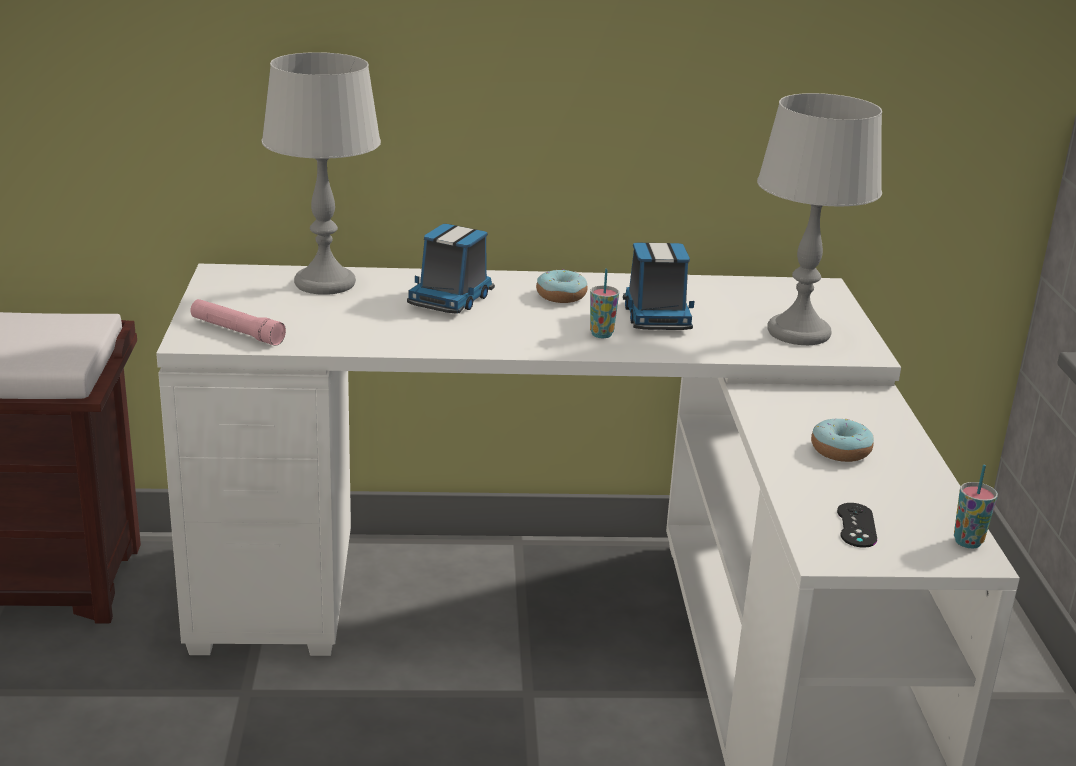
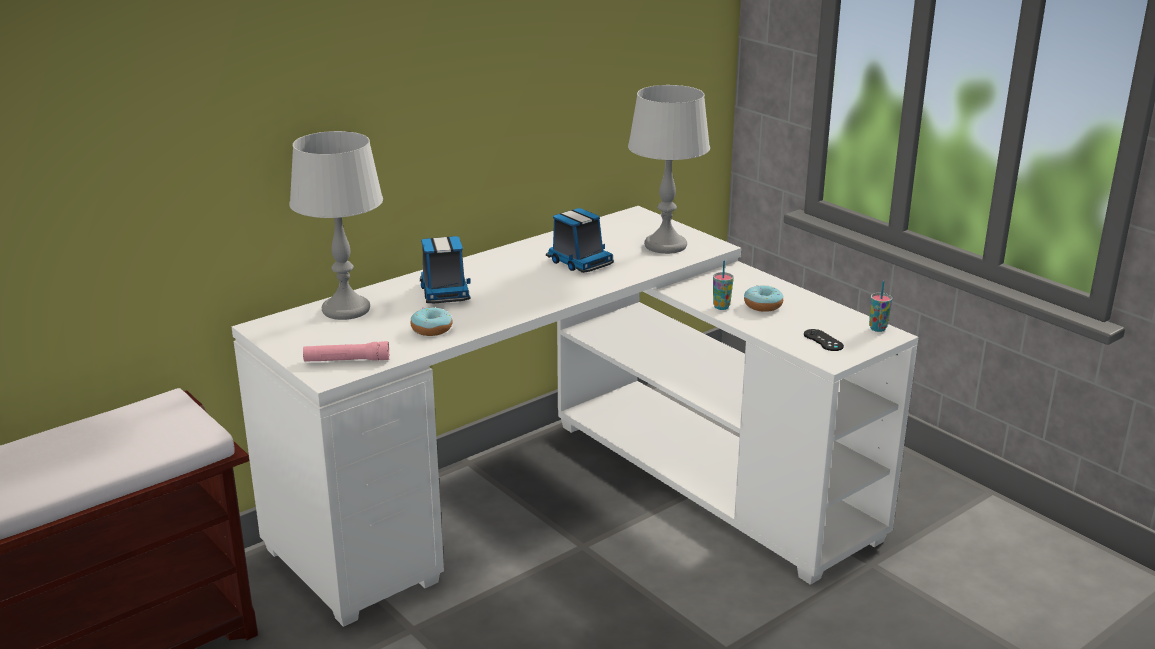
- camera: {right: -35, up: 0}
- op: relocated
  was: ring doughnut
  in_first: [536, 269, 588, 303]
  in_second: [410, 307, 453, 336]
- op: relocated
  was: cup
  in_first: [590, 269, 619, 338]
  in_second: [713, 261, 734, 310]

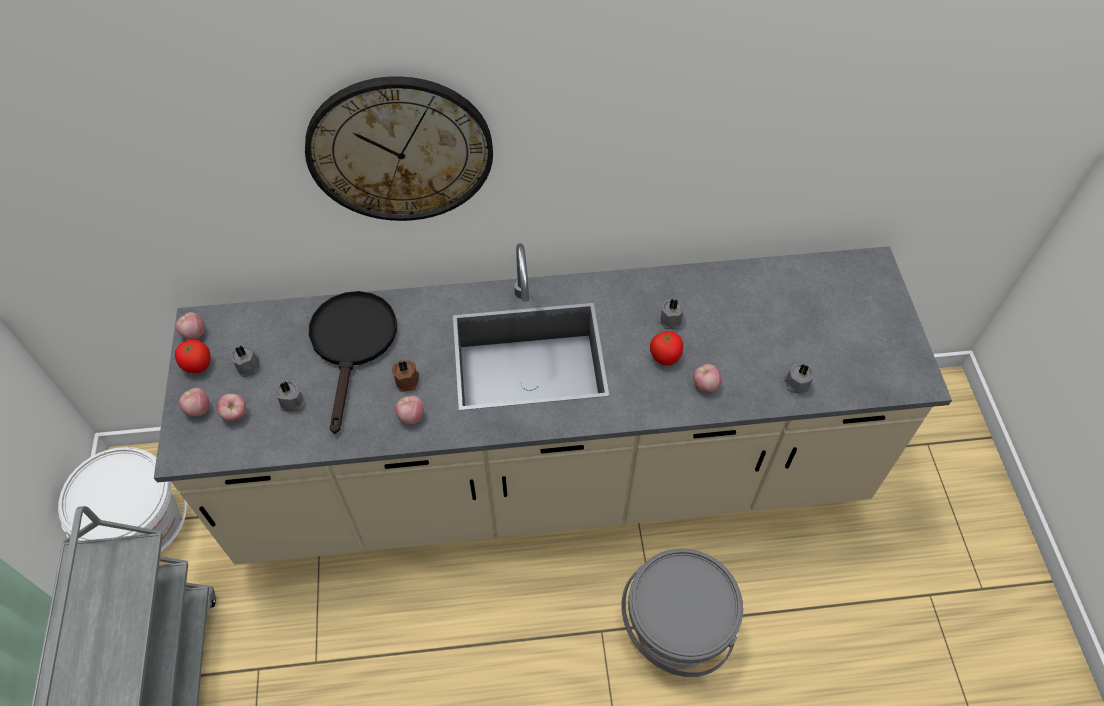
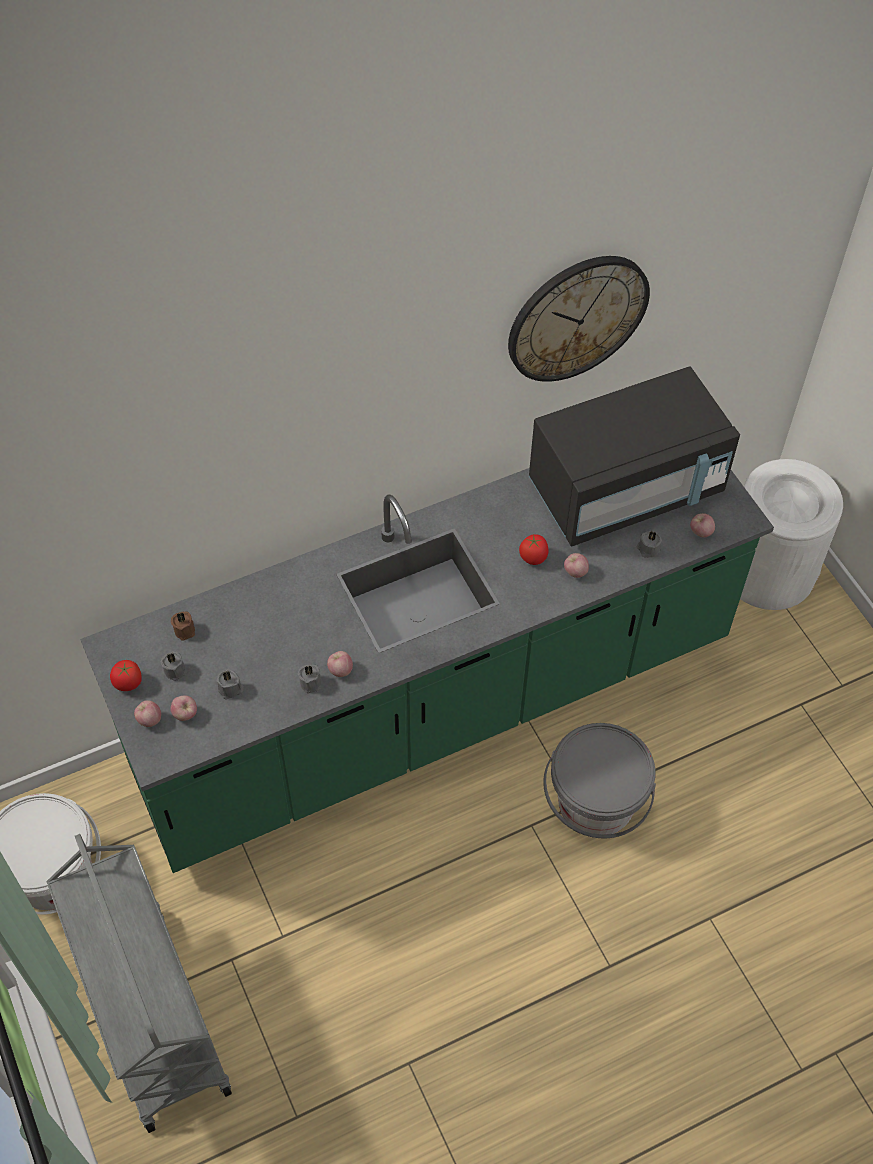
- camera: {right: -20, up: 0}
- op: missing
  was: frying pan in blackish
  in_first: [309, 291, 397, 434]
- op: appeared
  now: kitchen microwave in blackish
  in_second: [529, 367, 740, 546]
- op: appeared
  now: trash can in white-coloured
  in_second: [740, 459, 843, 610]
- op: relocated
  was: apple
  in_first: [176, 312, 205, 340]
  in_second: [690, 513, 715, 537]
- op: relocated
  was: wall clock
  in_first: [305, 76, 493, 221]
  in_second: [508, 256, 650, 382]
- op: relocated
  was: wax light in brownish
  in_first: [392, 360, 419, 392]
  in_second: [171, 611, 195, 641]
- op: relocated
  was: wax light in grey
  in_first: [660, 298, 684, 330]
  in_second: [298, 664, 321, 694]
- op: colour
  was: counter in sand-coloured
  now: counter in greenish
  in_first: [154, 243, 952, 565]
  in_second: [80, 468, 774, 873]

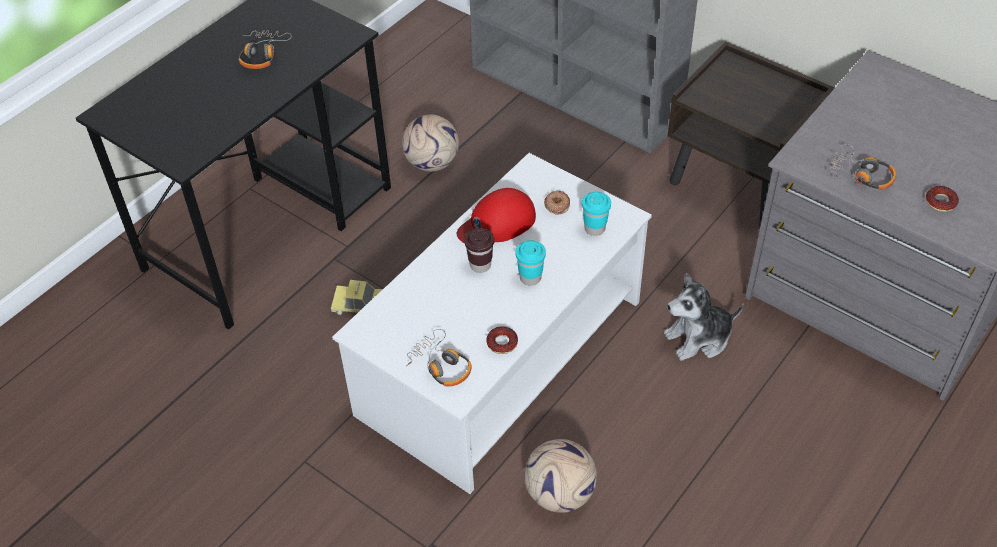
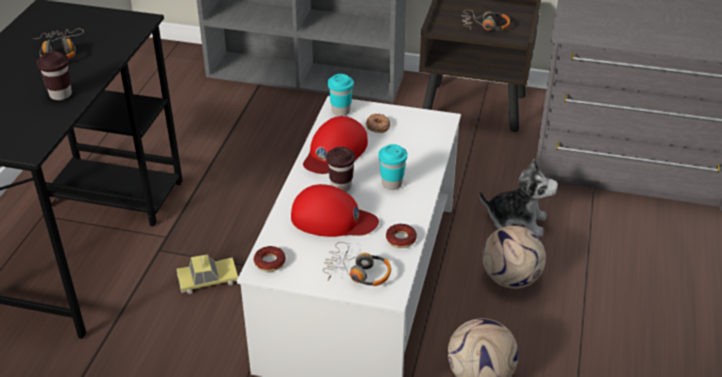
- camera: {right: -25, up: -10}
- op: appeared
  now: cup in brownish
  in_second: [37, 51, 72, 100]
- op: appeared
  now: peaked cap in red-coloured
  in_second: [291, 184, 379, 237]
- op: relocated
  was: football ball
  in_first: [402, 114, 459, 172]
  in_second: [482, 226, 546, 289]
- op: relocated
  was: cup in turquoise
  in_first: [582, 192, 611, 236]
  in_second: [328, 74, 354, 116]
- op: relocated
  was: headset
  in_first: [829, 144, 896, 190]
  in_second: [462, 10, 510, 31]
- op: relocated
  was: ring doughnut
  in_first: [926, 186, 959, 212]
  in_second: [254, 246, 286, 272]
- op: spun
  was: plush toy
  in_first: [664, 273, 744, 361]
  in_second: [479, 158, 558, 237]
  clockwise: -120

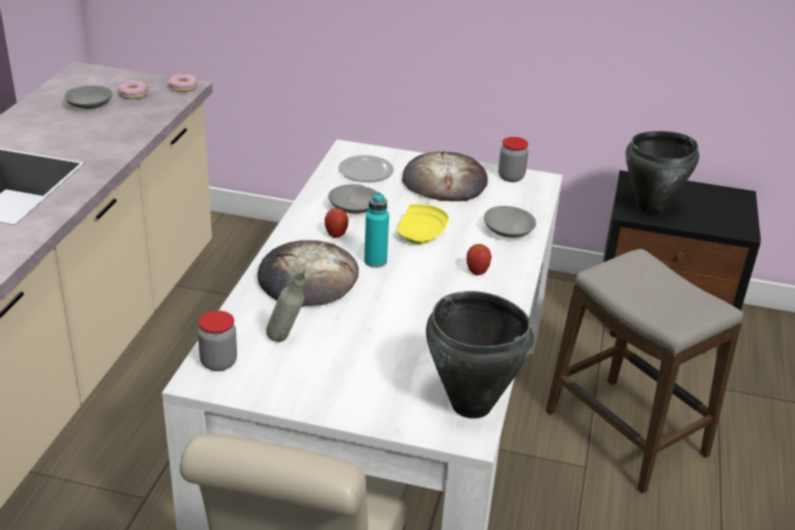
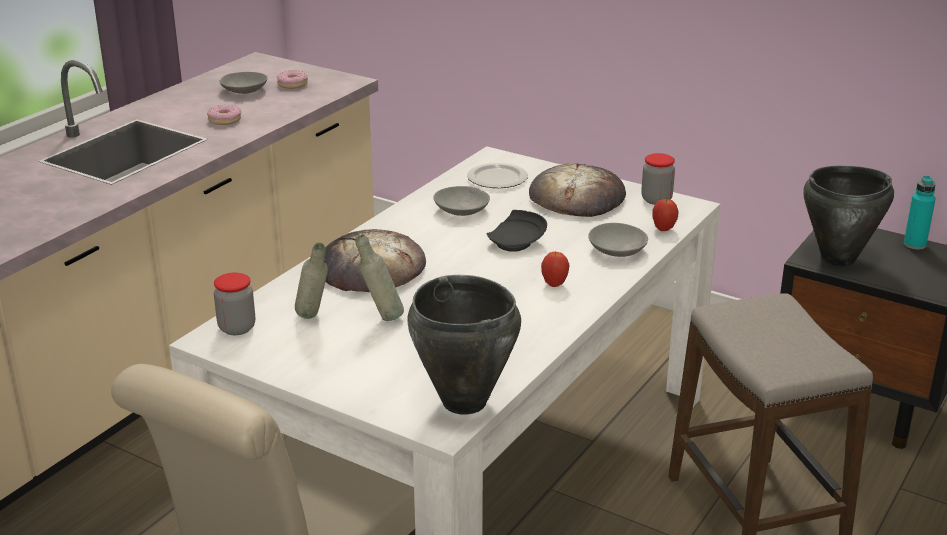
- camera: {right: 20, up: -5}
- op: appeared
  now: drink bottle in grey
  in_second: [355, 234, 404, 321]
- op: relocated
  was: ring doughnut
  in_first: [168, 74, 198, 92]
  in_second: [207, 105, 241, 125]
- op: relocated
  was: apple
  in_first: [325, 208, 349, 238]
  in_second: [652, 198, 679, 231]
- op: relocated
  was: drink bottle in turquoise
  in_first: [364, 192, 389, 268]
  in_second: [904, 176, 936, 249]
- op: colour
  was: dinner plate in yellowish
  now: dinner plate in blackish
  in_first: [396, 204, 449, 244]
  in_second: [486, 210, 547, 252]

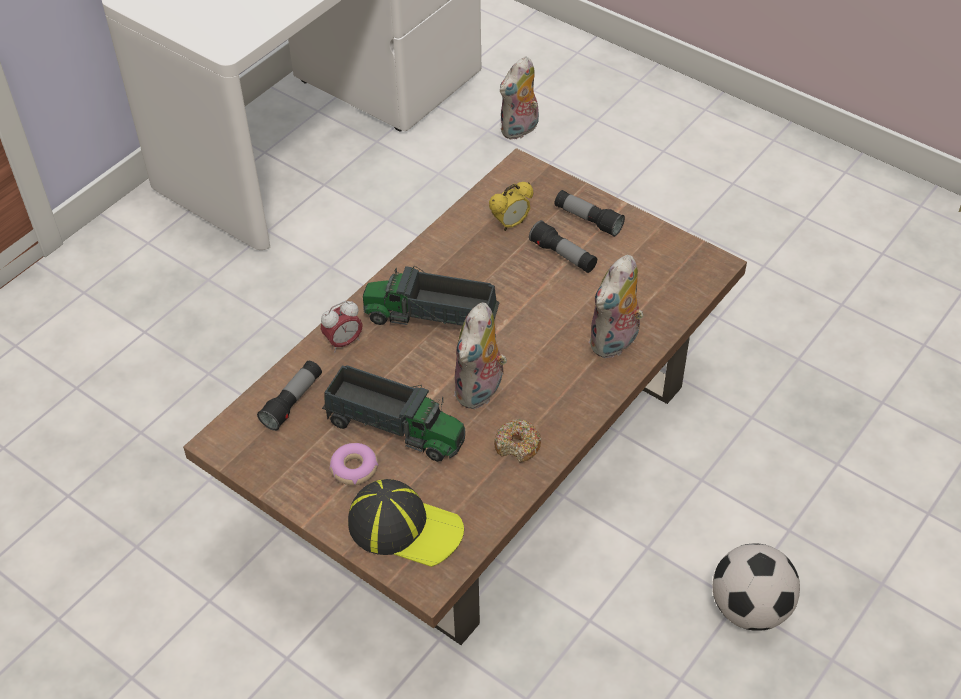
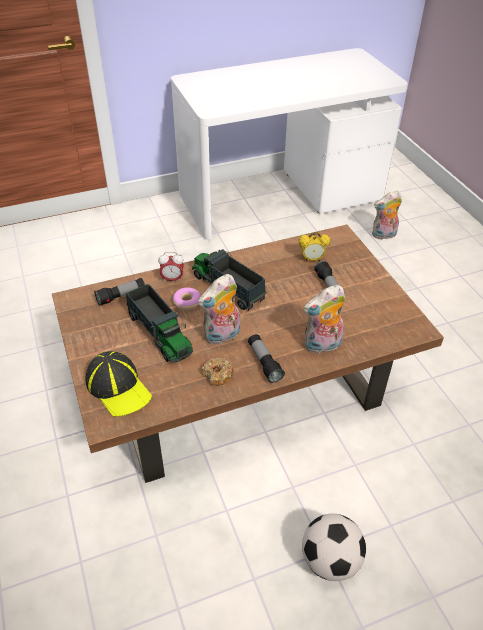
- camera: {right: 30, up: -5}
- op: relocated
  was: ring doughnut
  in_first: [329, 443, 378, 485]
  in_second: [173, 287, 201, 310]
- op: relocated
  was: hand torch
  in_first: [555, 190, 625, 237]
  in_second: [248, 334, 285, 383]

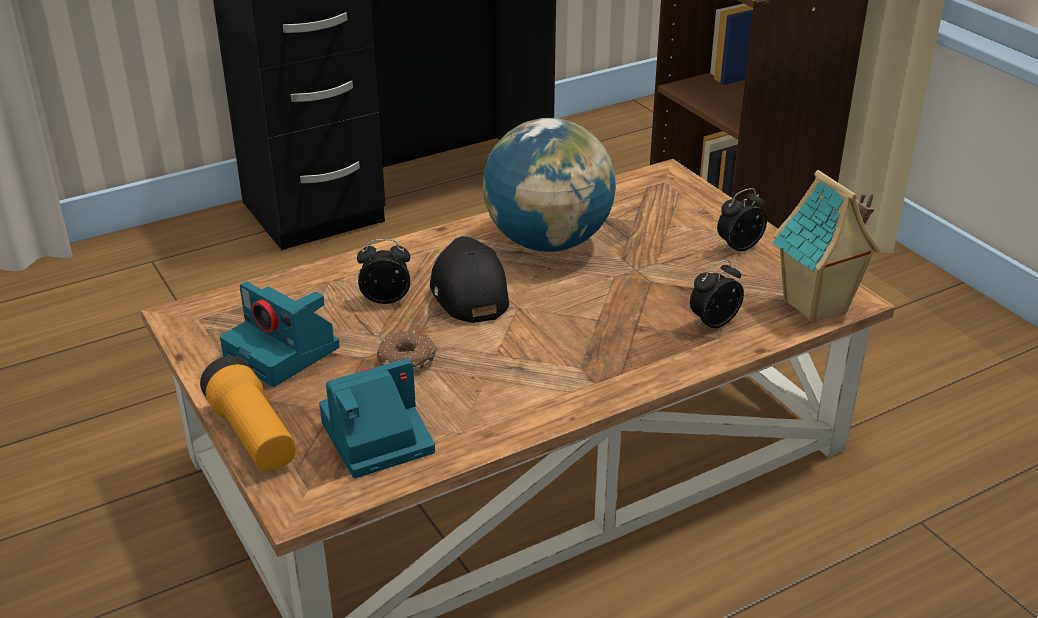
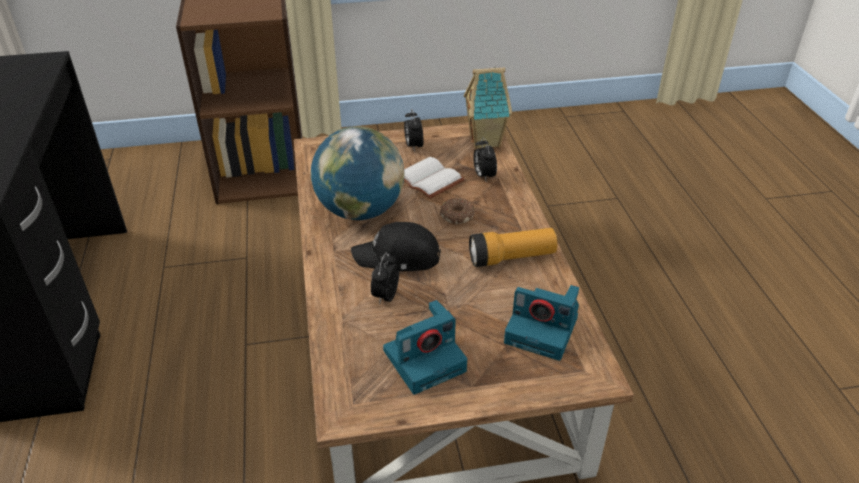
- camera: {right: -70, up: 5}
- op: appeared
  now: volume in white-coloured
  in_second: [404, 157, 465, 199]
- op: relocated
  was: hand torch
  in_first: [200, 356, 296, 471]
  in_second: [469, 228, 558, 267]
- op: relocated
  was: ring doughnut
  in_first: [377, 330, 437, 372]
  in_second: [440, 198, 475, 224]
- op: spun
  was: still camera
  in_first: [319, 359, 435, 478]
  in_second: [504, 285, 579, 361]
  clockwise: -60

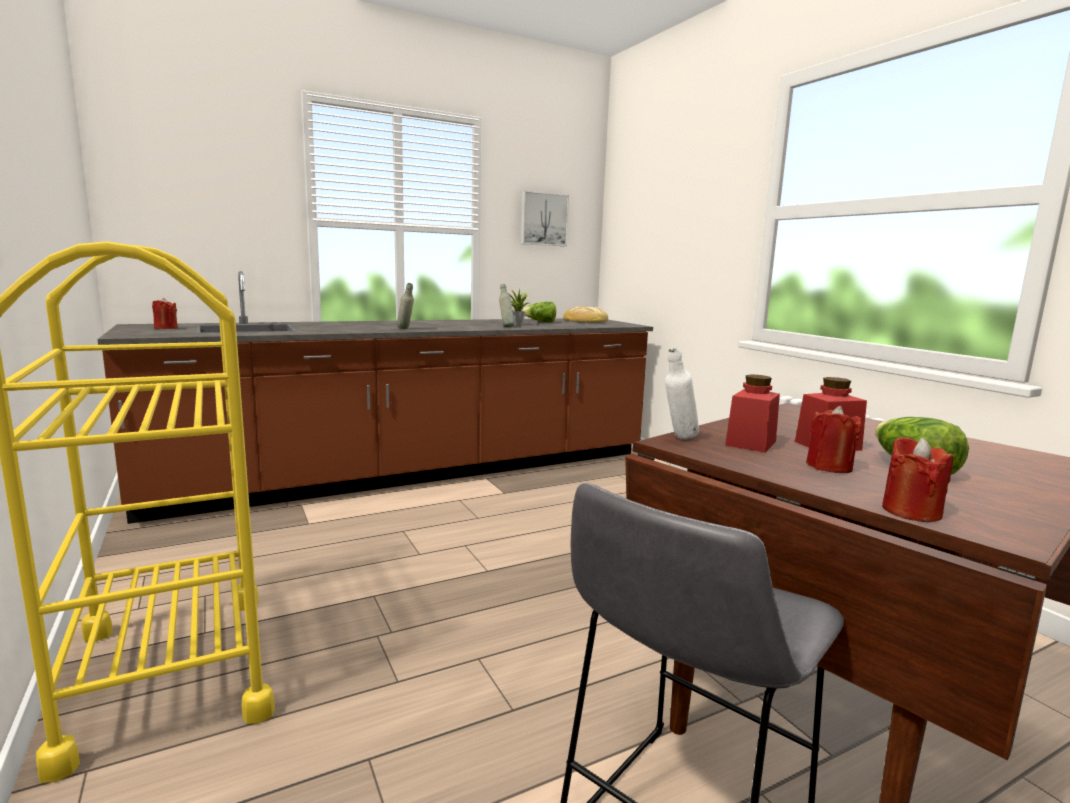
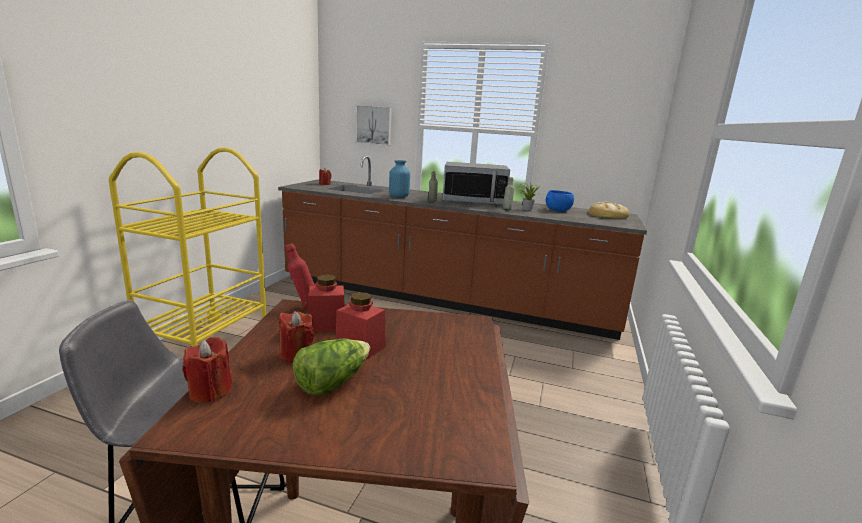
- camera: {right: 45, up: 5}
- op: appeared
  now: vase in blue-coloured
  in_second: [389, 160, 410, 198]
- op: appeared
  now: kitchen microwave
  in_second: [442, 162, 510, 205]
- op: relocated
  was: wall art
  in_first: [520, 191, 569, 246]
  in_second: [355, 105, 392, 146]
- op: exchanged
  was: head of lettuce
  now: deep dish in blue-coloured
  in_first: [521, 302, 556, 322]
  in_second: [546, 190, 574, 212]
- op: colour
  was: drink bottle in white-coloured
  now: drink bottle in red-coloured
  in_first: [665, 348, 699, 439]
  in_second: [285, 243, 315, 309]

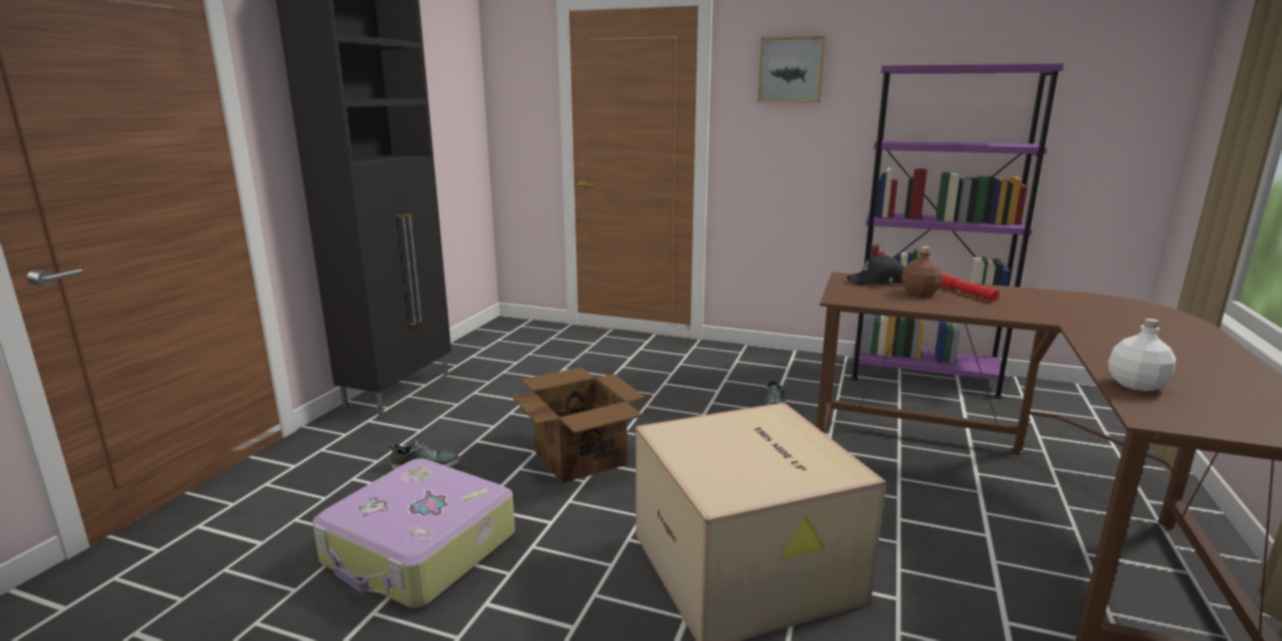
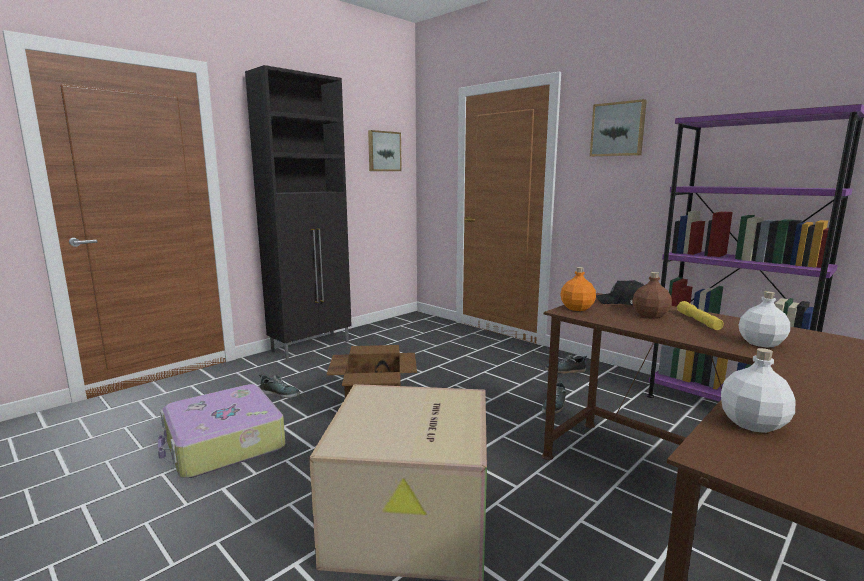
- camera: {right: 25, up: -5}
- op: appeared
  now: wall art
  in_second: [368, 130, 402, 171]
- op: appeared
  now: shoe
  in_second: [545, 355, 587, 374]
- op: appeared
  now: drink bottle in orange-coloured
  in_second: [560, 267, 596, 311]
- op: appeared
  now: drink bottle in white-coloured
  in_second: [739, 291, 790, 347]
- op: colour
  was: hand torch in red-coloured
  now: hand torch in yellowish
  in_first: [940, 273, 999, 301]
  in_second: [677, 301, 724, 330]

